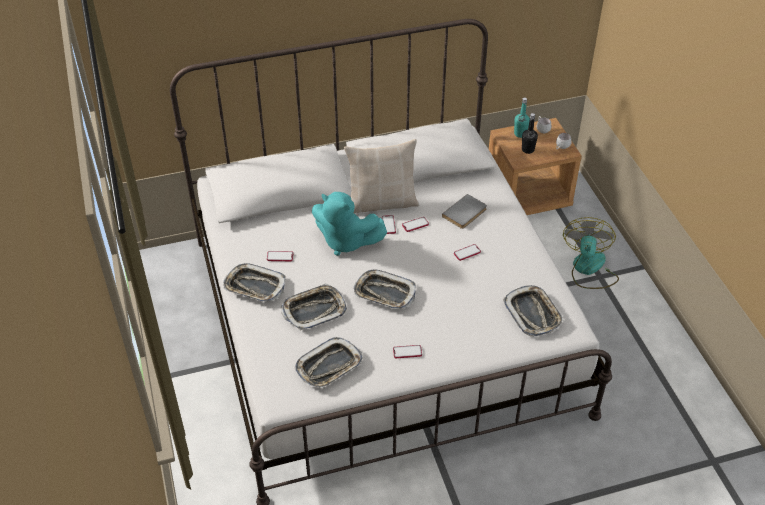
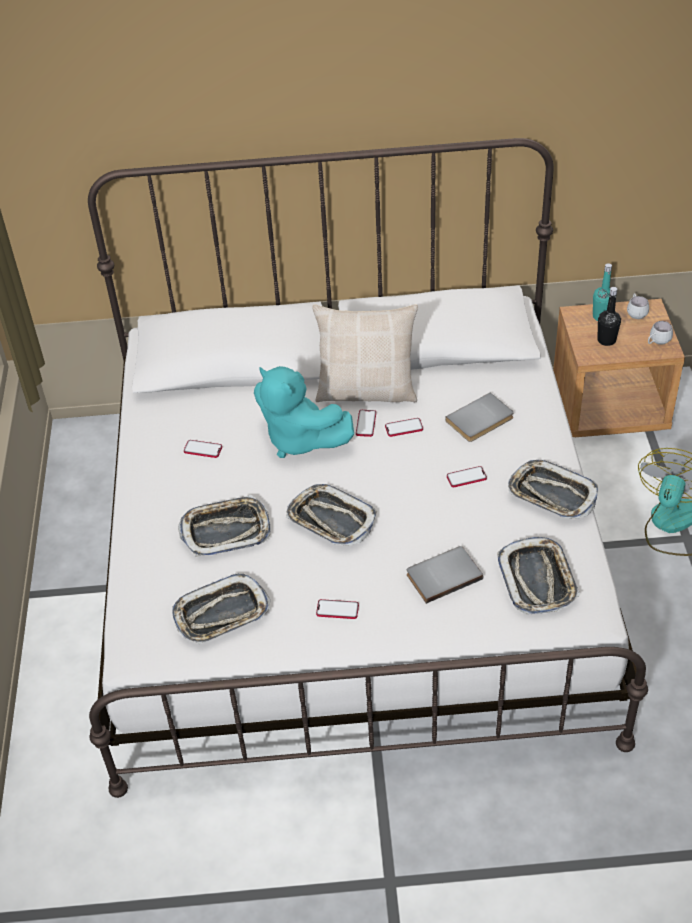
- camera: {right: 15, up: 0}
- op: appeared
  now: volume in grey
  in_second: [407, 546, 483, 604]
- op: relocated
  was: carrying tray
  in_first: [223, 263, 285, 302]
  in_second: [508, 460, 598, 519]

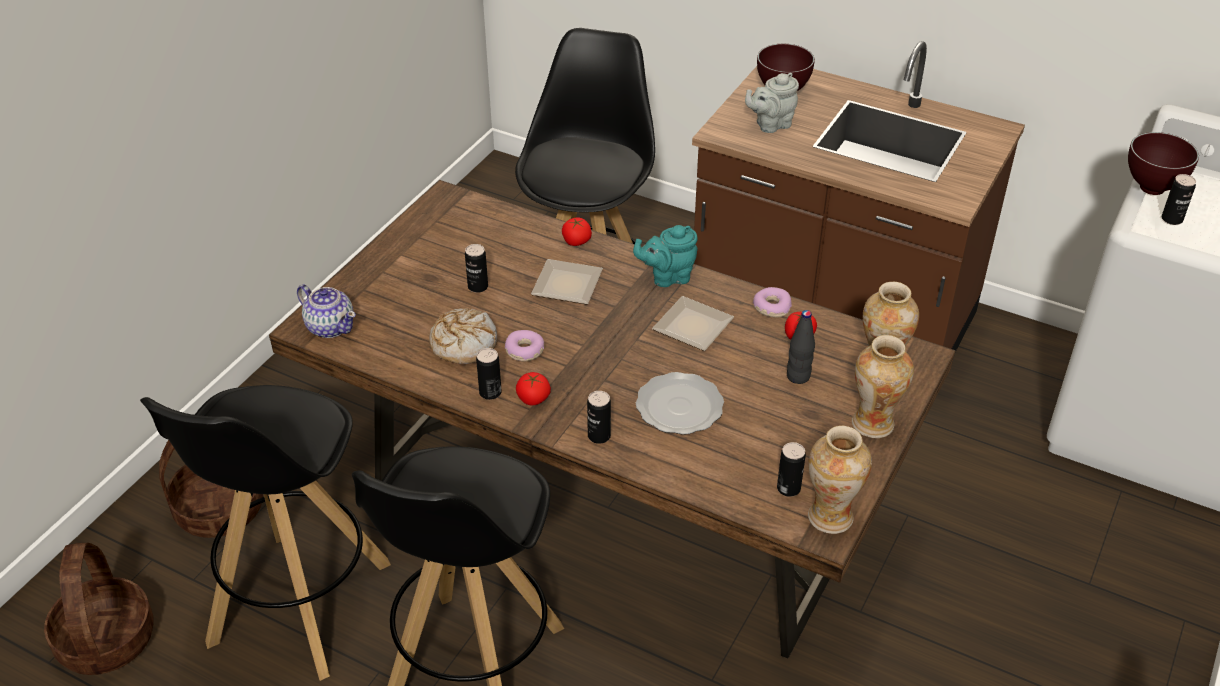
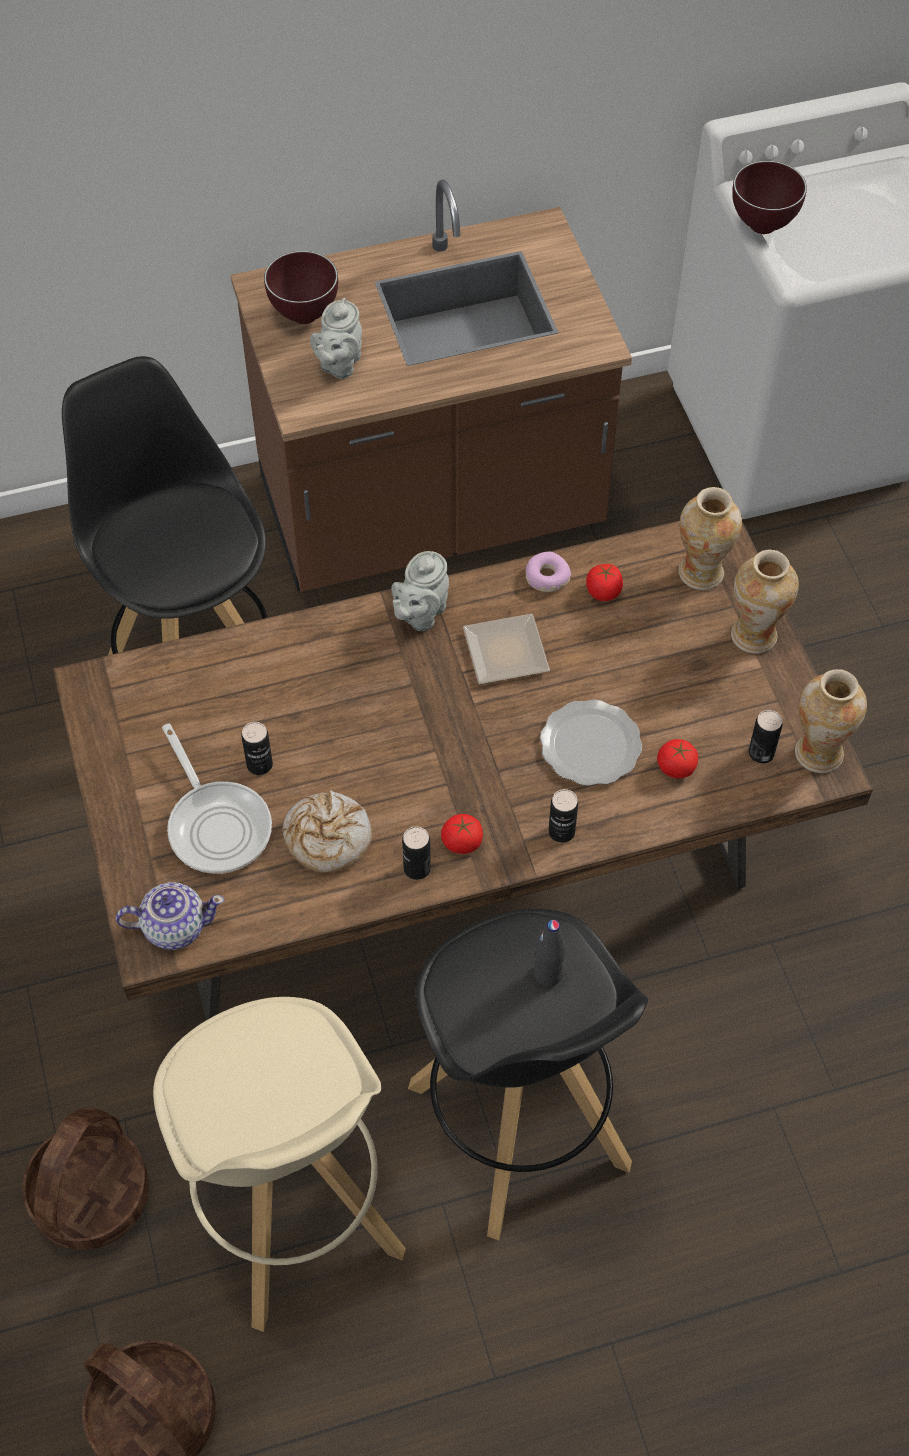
- camera: {right: -45, up: 15}
- op: missing
  was: ring doughnut
  in_first: [505, 330, 544, 361]
- op: missing
  was: dinner plate
  in_first: [531, 259, 603, 305]
- op: missing
  was: metal can
  in_first: [1162, 174, 1196, 225]
- op: appeared
  now: frying pan
  in_second: [162, 723, 272, 874]
- op: relocated
  was: tomato
  in_first: [562, 217, 592, 246]
  in_second: [657, 739, 698, 779]
- op: relocated
  was: drink bottle in blackish
  in_first: [787, 310, 815, 384]
  in_second: [534, 920, 566, 986]
- op: colour
  was: stool in blackish
  now: stool in sand-coloured
  in_first: [140, 385, 391, 681]
  in_second: [153, 997, 406, 1332]
- op: colour
  was: pot for tea in turquoise
  now: pot for tea in grey
  in_first: [633, 225, 698, 287]
  in_second: [392, 551, 449, 631]

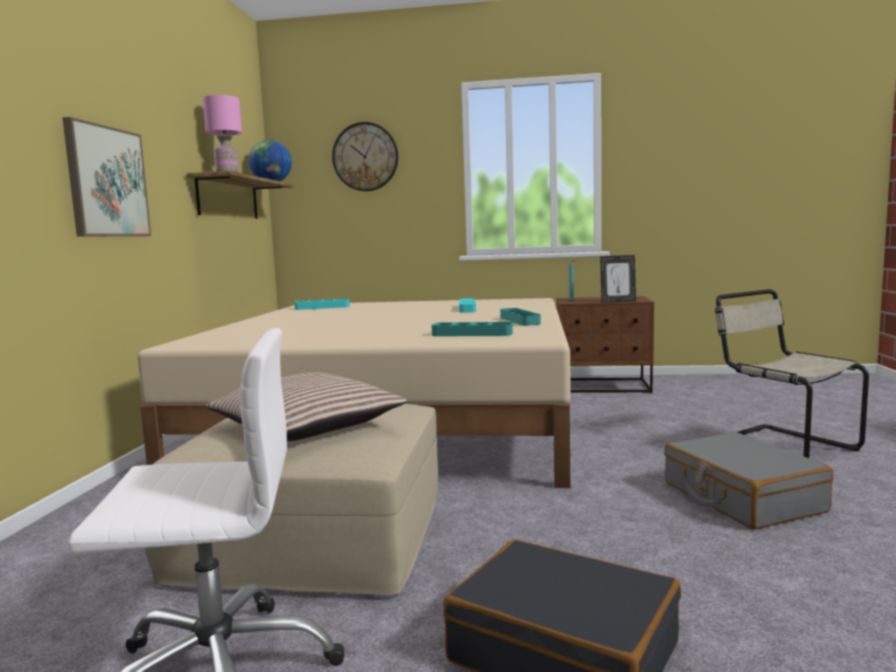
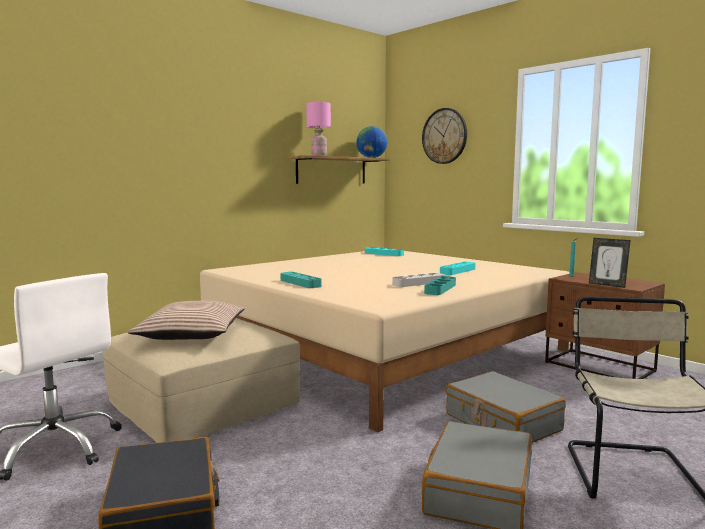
- camera: {right: 40, up: 0}
- op: missing
  was: wall art
  in_first: [62, 117, 151, 236]
- op: appeared
  now: carrying tray in grey
  in_second: [392, 273, 445, 287]
- op: appeared
  now: suitcase in grey
  in_second: [446, 371, 566, 443]
- op: relocated
  was: carrying tray in turquoise
  in_first: [432, 322, 513, 336]
  in_second: [281, 272, 322, 288]

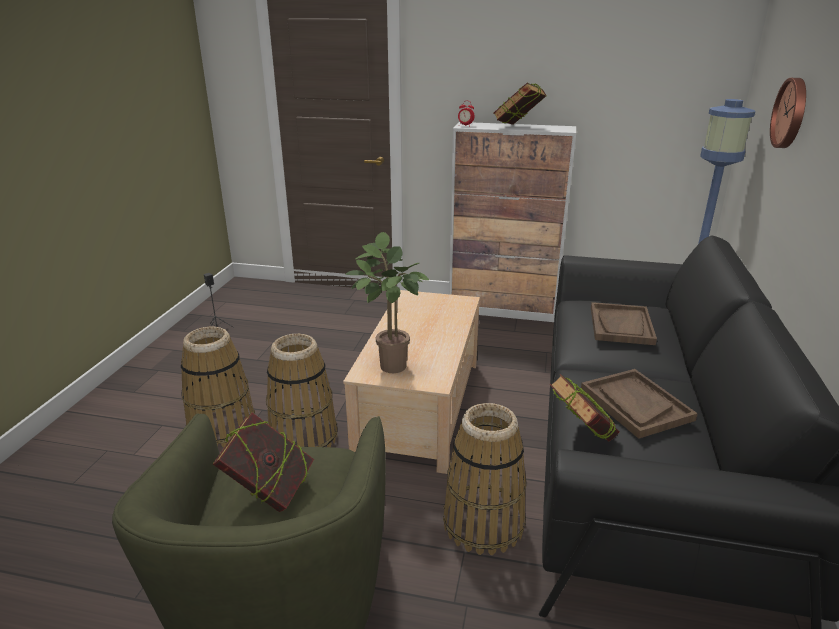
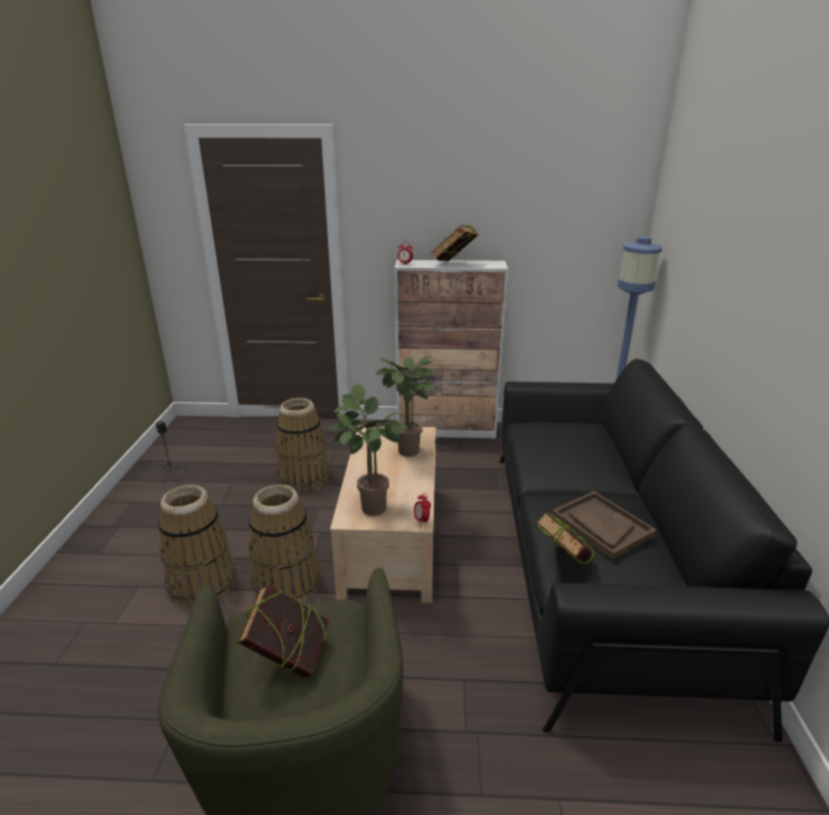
- camera: {right: -10, up: 0}
- op: missing
  was: carrying tray in brownish
  in_first: [591, 302, 657, 345]
- op: missing
  was: wall clock
  in_first: [770, 78, 806, 148]
- op: appeared
  now: houseplant
  in_second: [376, 356, 435, 457]
- op: appeared
  now: table clock
  in_second: [414, 493, 431, 526]
- op: relocated
  was: household basket
  in_first: [443, 403, 527, 555]
  in_second: [276, 398, 329, 492]

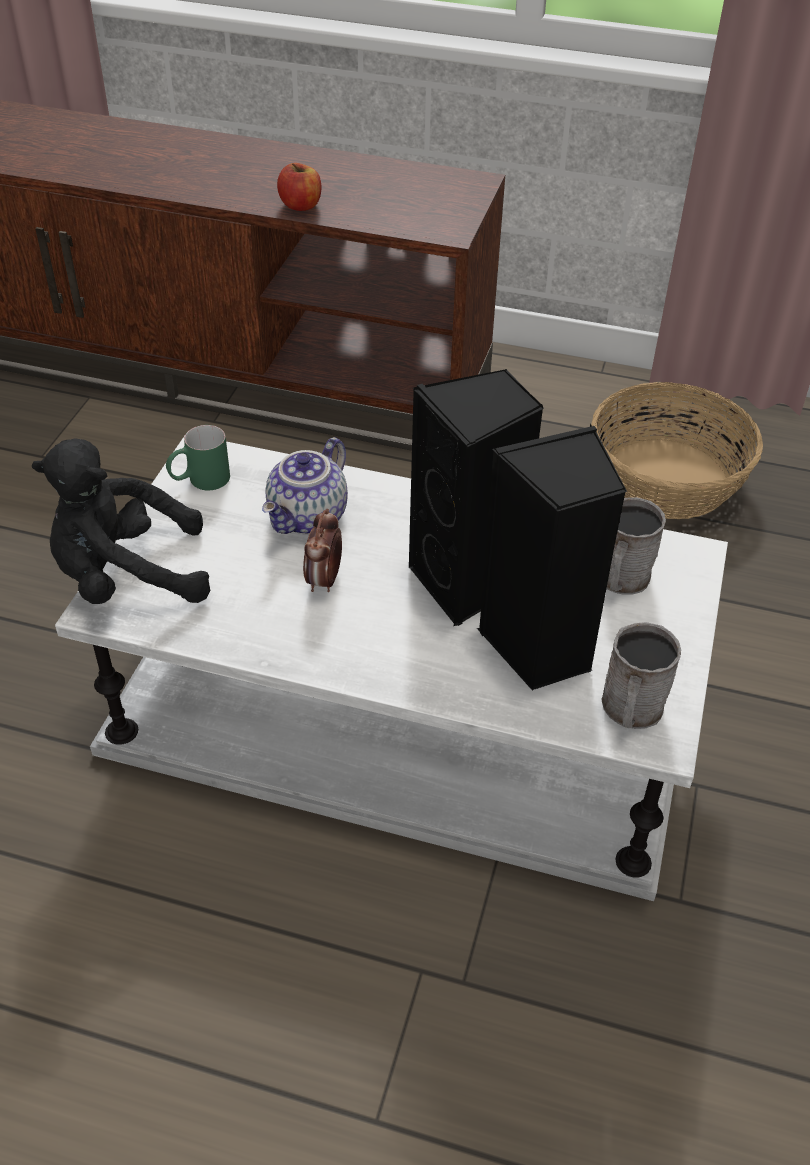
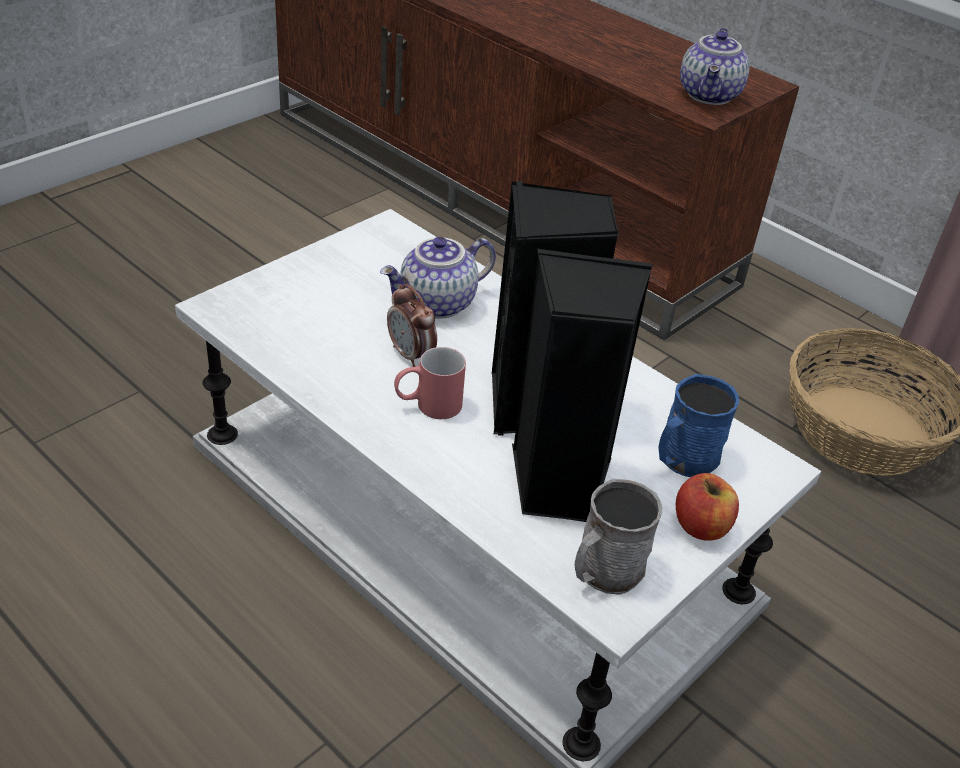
- camera: {right: 25, up: -5}
- op: missing
  was: plush toy in blackish
  in_first: [32, 439, 210, 604]
- op: missing
  was: coffee mug in greenish
  in_first: [166, 425, 230, 490]
- op: appeared
  now: coffee mug in red-coloured
  in_second: [394, 347, 466, 419]
- op: appeared
  now: pot for tea
  in_second: [680, 28, 750, 105]
- op: relocated
  was: apple
  in_first: [277, 163, 321, 211]
  in_second: [676, 473, 739, 541]
- op: colour
  was: coffee mug in grey
  now: coffee mug in blue-coloured
  in_first: [607, 497, 666, 595]
  in_second: [658, 374, 739, 477]
- op: spun
  was: table clock
  in_first: [303, 509, 342, 592]
  in_second: [387, 284, 437, 367]
  clockwise: -75

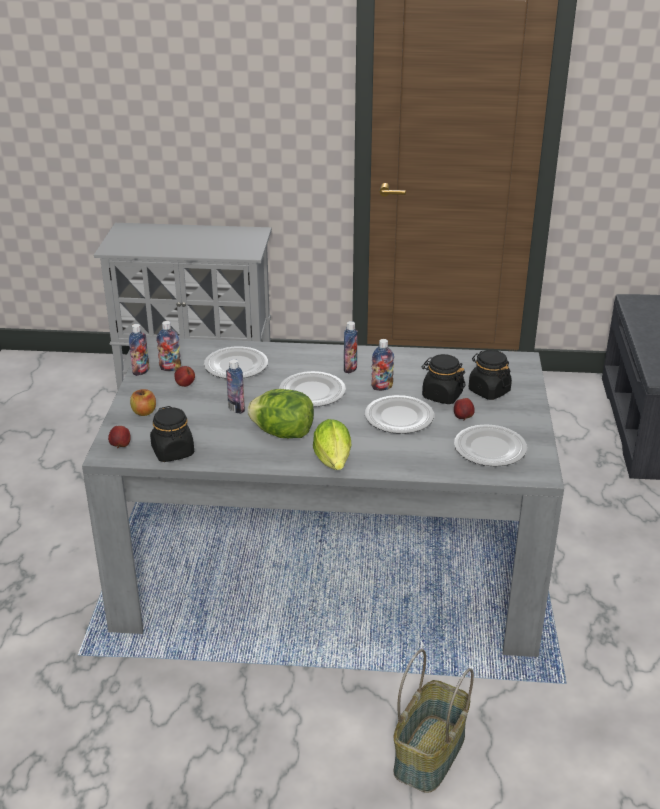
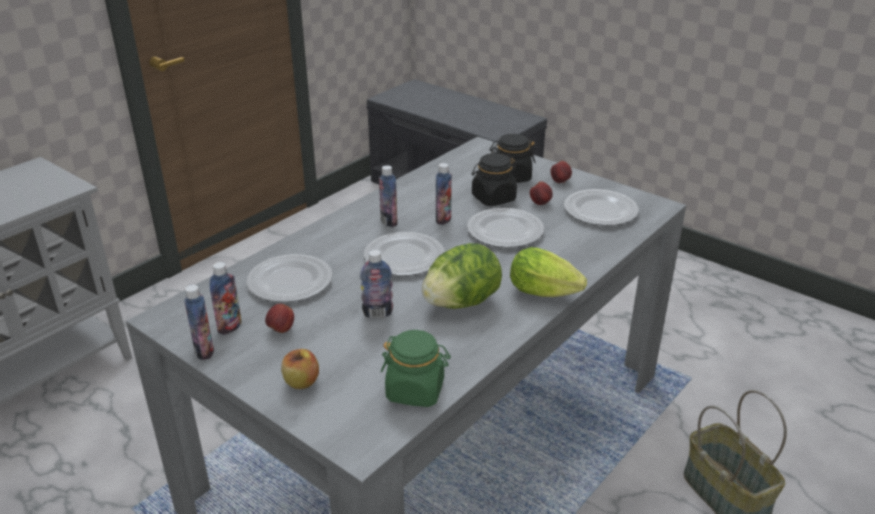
- camera: {right: -55, up: 0}
- op: relocated
  was: apple
  in_first: [108, 426, 131, 448]
  in_second: [551, 161, 572, 183]
- op: colour
  was: storage jar in blackish
  now: storage jar in greenish
  in_first: [150, 406, 194, 462]
  in_second: [381, 330, 451, 407]

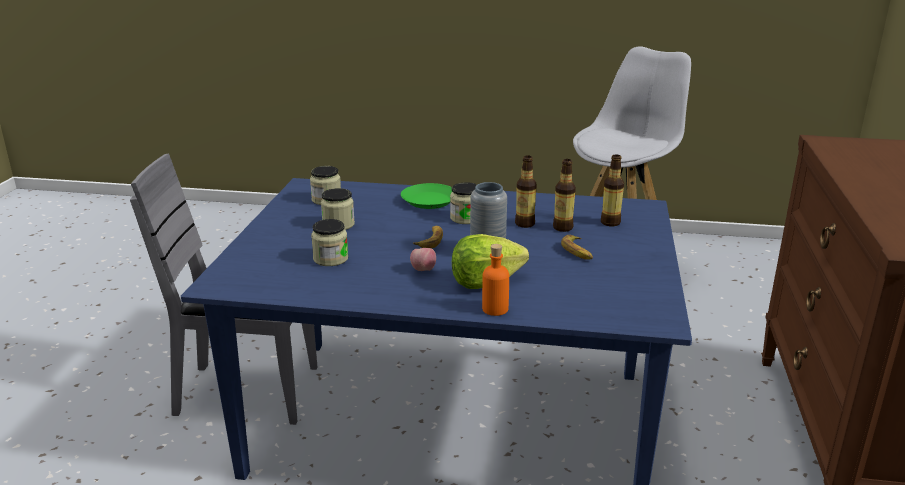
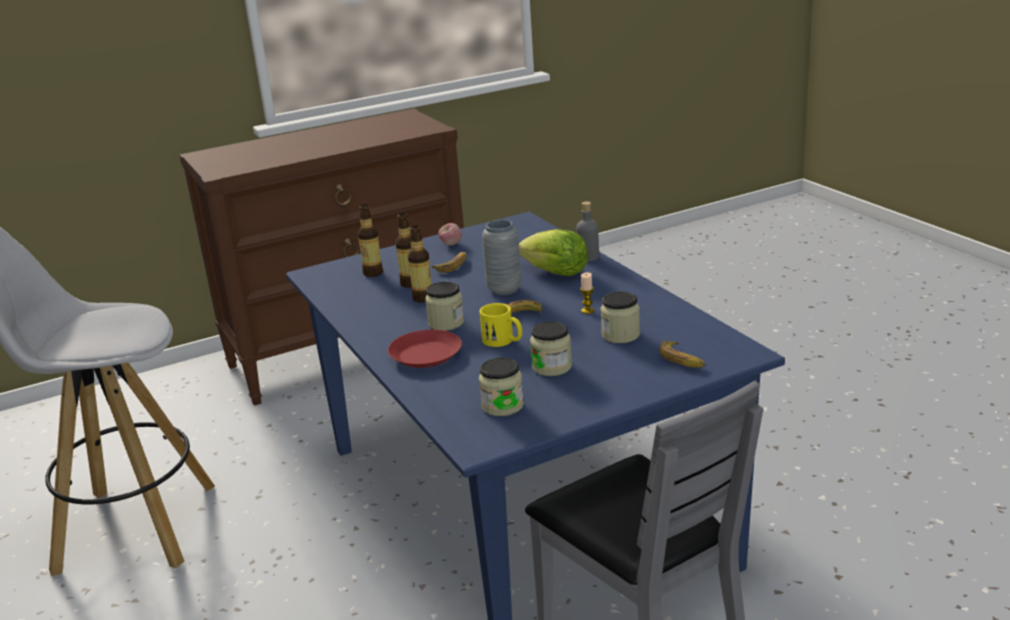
- camera: {right: -125, up: 0}
- op: appeared
  now: coffee mug in yellowish
  in_second: [480, 303, 522, 347]
- op: appeared
  now: wax light
  in_second: [580, 272, 594, 314]
- op: appeared
  now: banana fruit
  in_second: [659, 341, 705, 368]
- op: relocated
  was: apple
  in_first: [410, 248, 436, 271]
  in_second: [439, 223, 462, 245]
- op: colour
  was: dinner plate in greenish
  now: dinner plate in red-coloured
  in_first: [401, 183, 452, 209]
  in_second: [388, 330, 462, 368]
- op: colour
  was: drink bottle in orange-coloured
  now: drink bottle in grey
  in_first: [482, 244, 509, 316]
  in_second: [576, 201, 599, 262]

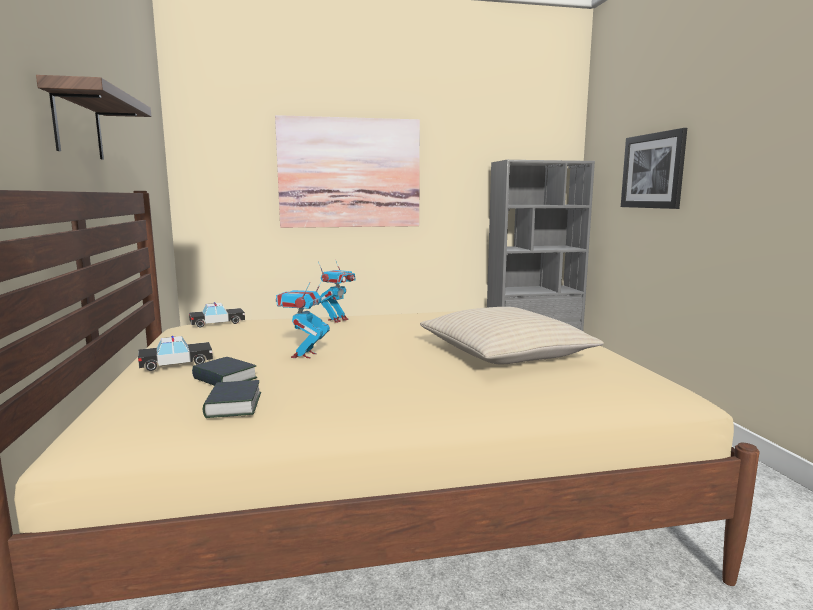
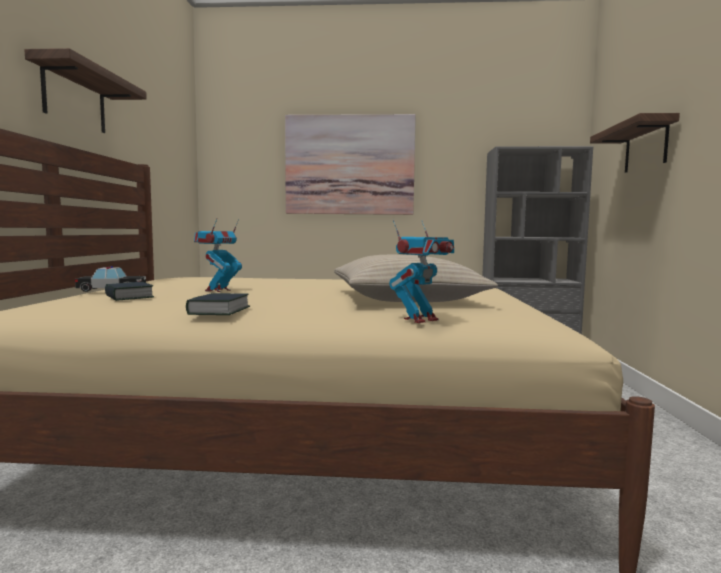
- camera: {right: 15, up: -5}
- op: missing
  was: toy car
  in_first: [189, 302, 245, 327]
- op: relocated
  was: volume
  in_first: [203, 380, 261, 418]
  in_second: [186, 293, 250, 315]
- op: relocated
  was: robot figure
  in_first: [318, 259, 356, 323]
  in_second: [390, 219, 454, 323]
- op: exchanged
  was: wall art
  now: wall shelf
  in_first: [621, 128, 687, 209]
  in_second: [590, 113, 680, 173]

